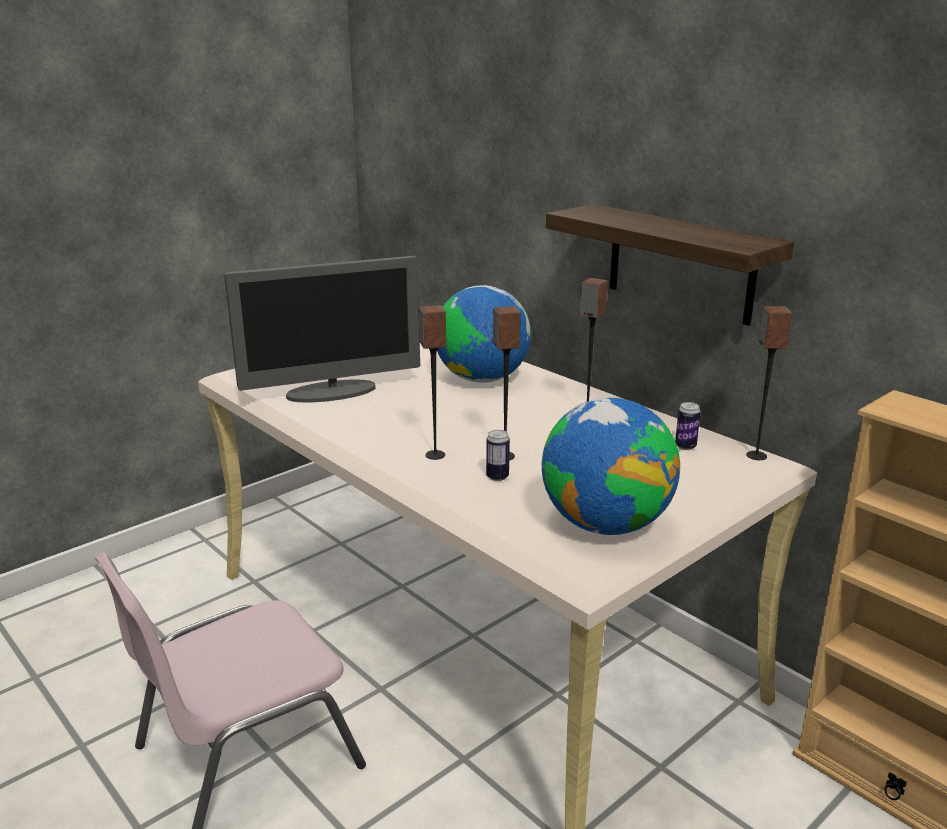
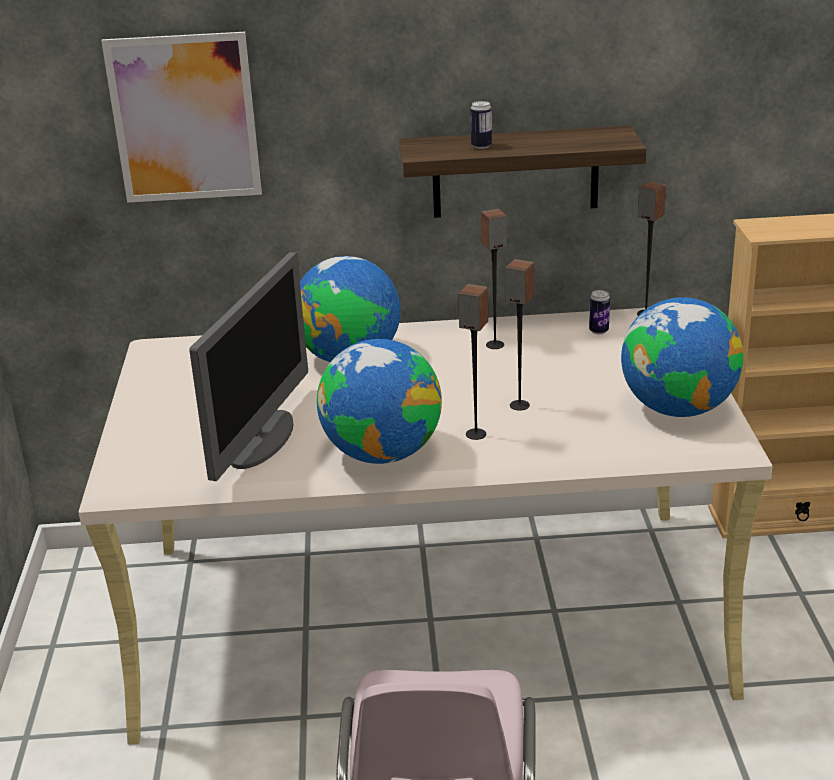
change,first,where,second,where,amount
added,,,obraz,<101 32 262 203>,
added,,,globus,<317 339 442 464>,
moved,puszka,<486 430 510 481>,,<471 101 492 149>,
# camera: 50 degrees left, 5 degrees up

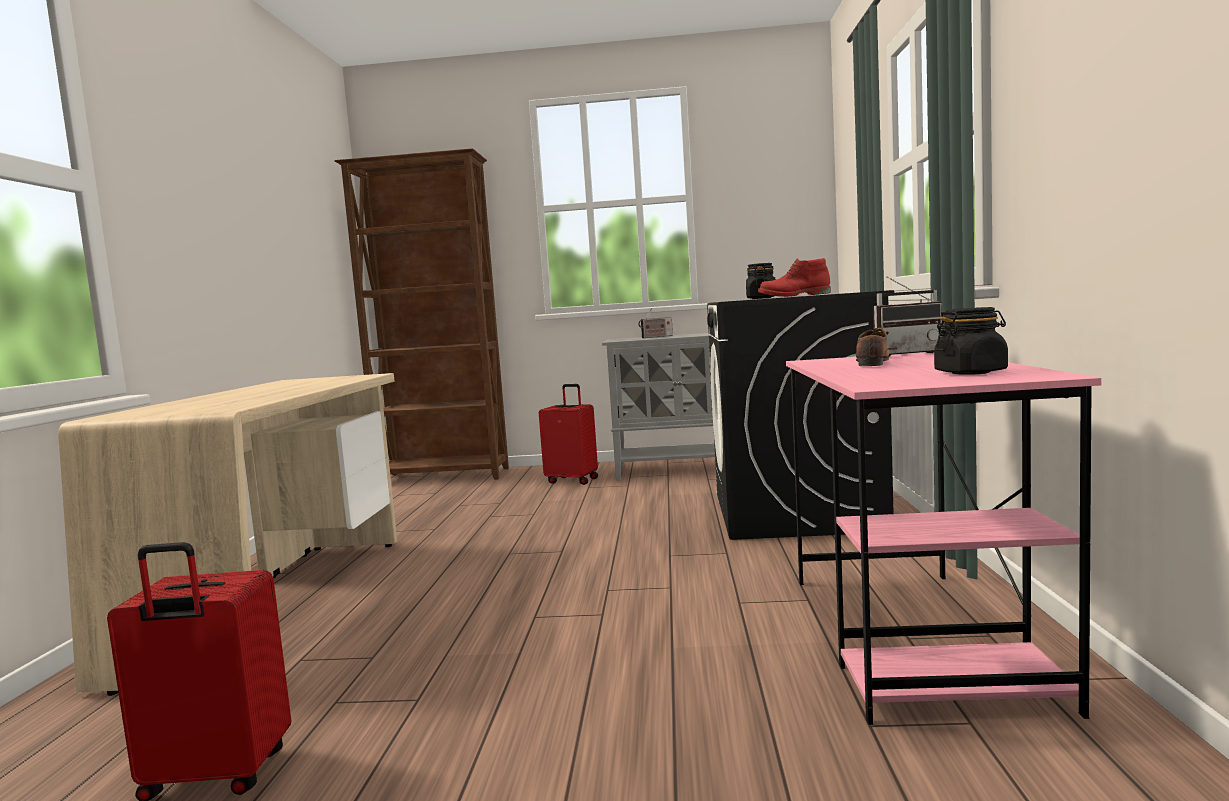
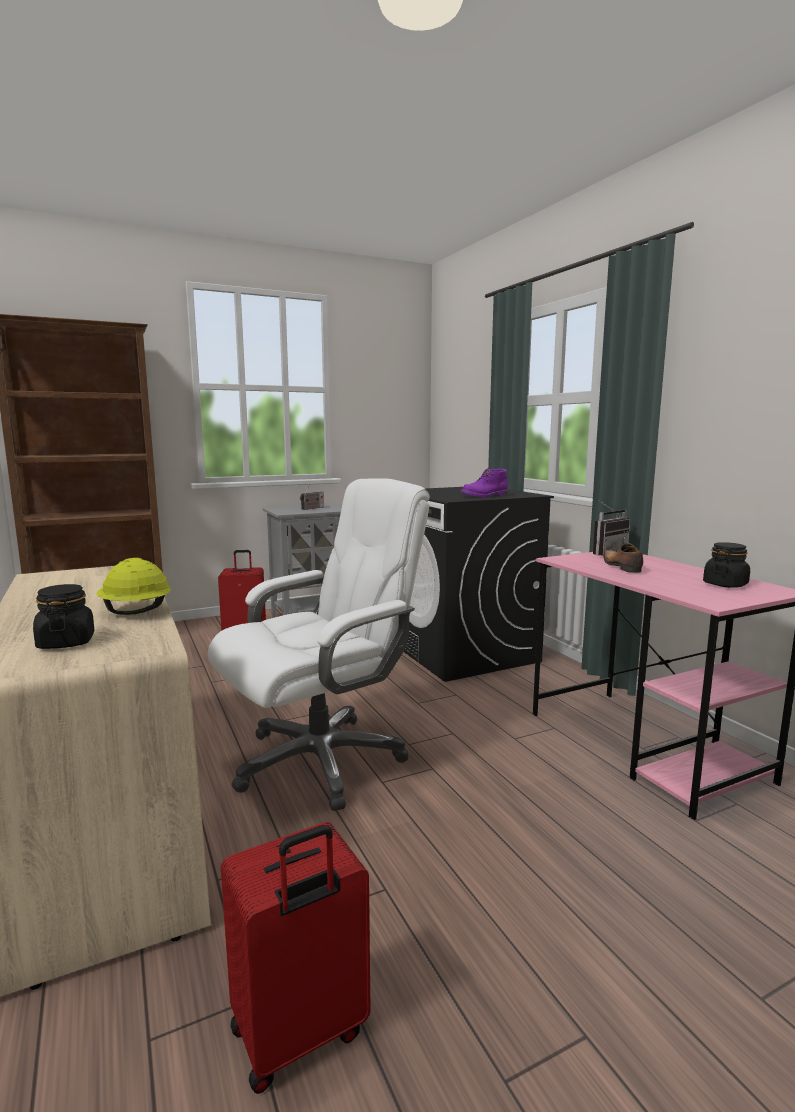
change,first,where,second,where,amount
added,,,kask [żółty],<96 558 171 615>,
added,,,krzesło biurowe [biały],<208 478 430 811>,
moved,słoik [czarny],<746 263 775 299>,,<33 584 95 649>,
recoloured,but z cholewką [czerwony],<758 258 831 297>,but z cholewką [fioletowy],<461 468 508 497>,
# camera: 30 degrees left, 5 degrees up

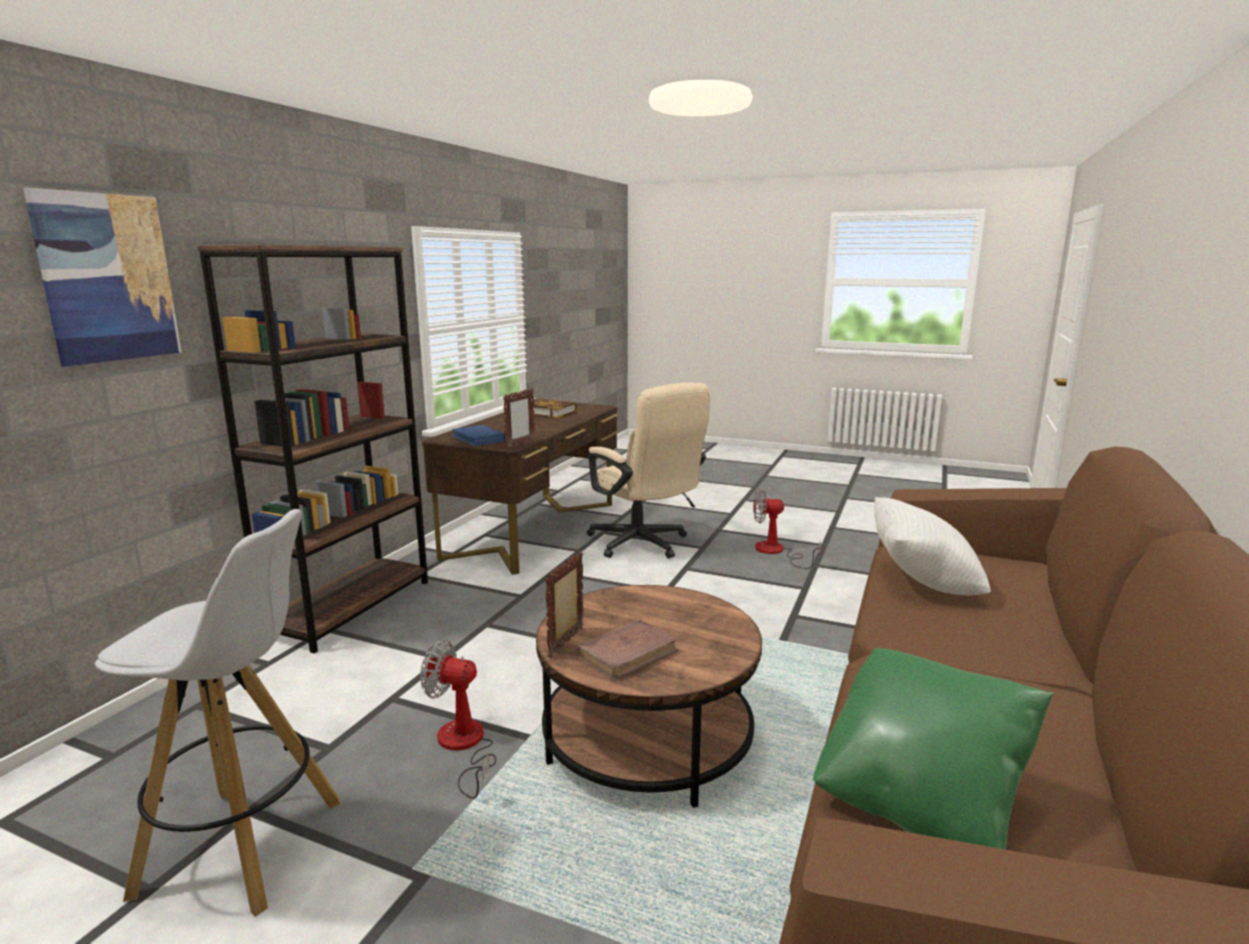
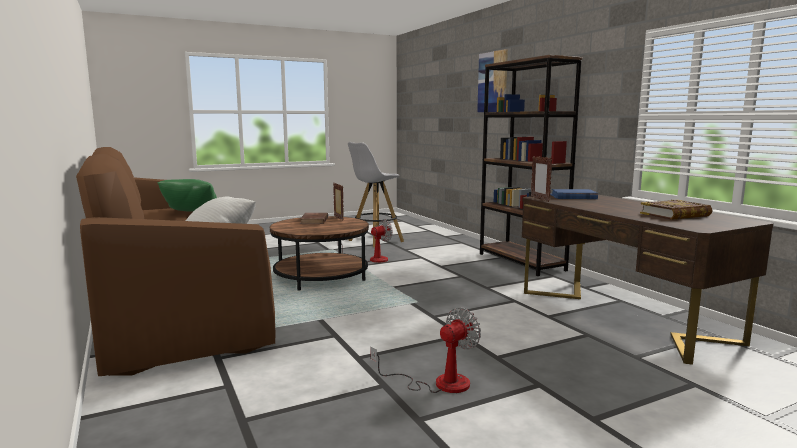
change,first,where,second,where,amount
removed,krzesło biurowe [beżowy],<586 383 710 559>,,,
# camera: 130 degrees right, 5 degrees down

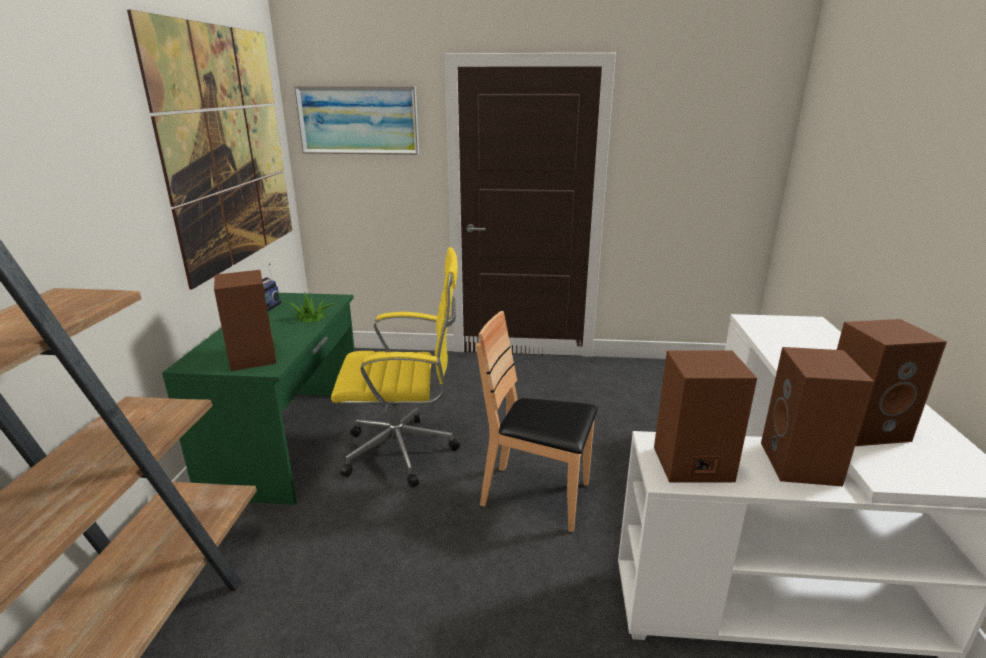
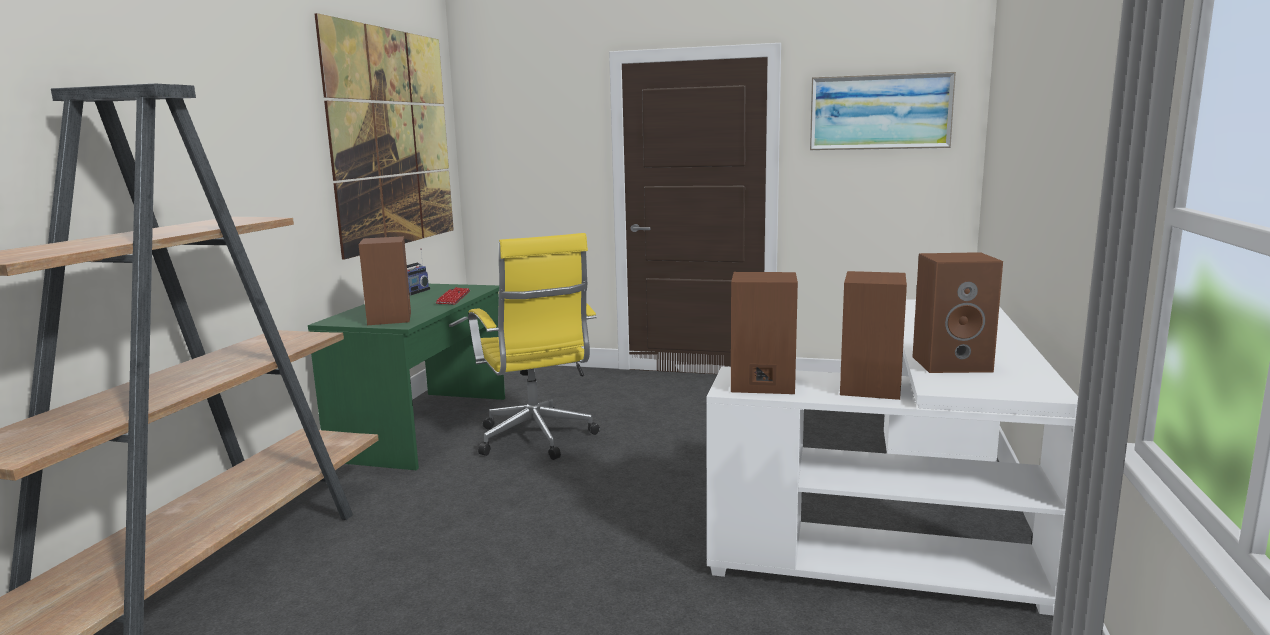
change,first,where,second,where,amount
removed,krzesło [brązowy],<476 311 598 532>,,,
moved,obraz,<294 86 419 155>,,<810 72 956 150>,
replaced,roślina doniczkowa,<282 292 335 323>,klawiatura,<435 287 470 305>,
turned,krzesło biurowe [żółty],<331 247 460 487>,,<468 233 600 460>,60 degrees clockwise
# camera: 10 degrees right, 10 degrees down

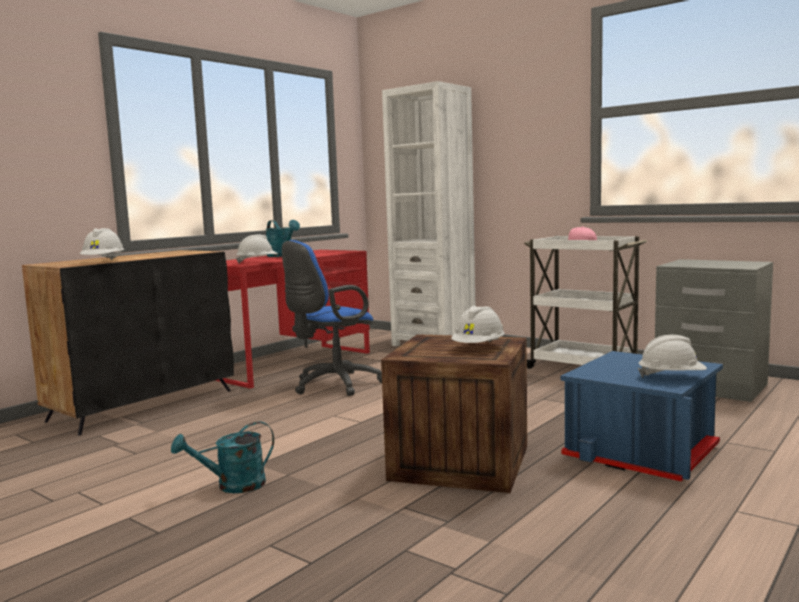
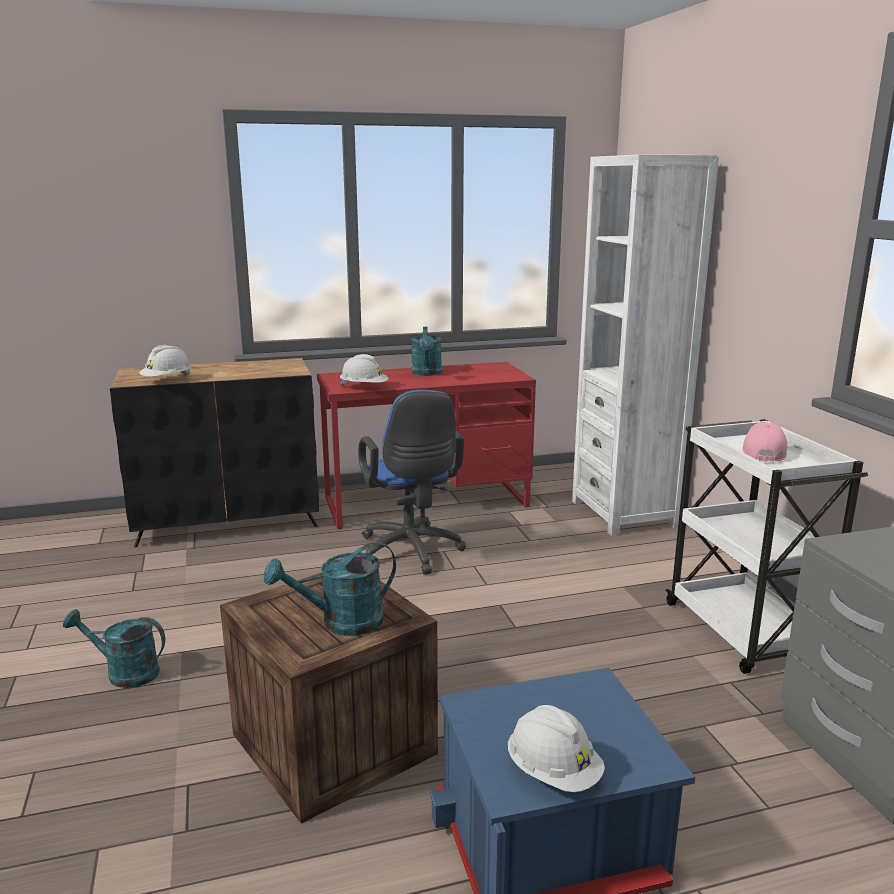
change,first,where,second,where,amount
replaced,kask [biały],<451 306 505 343>,konewka [turkusowy],<264 542 396 636>,
turned,krzesło biurowe [niebieski],<282 240 382 396>,,<358 390 466 575>,105 degrees counterclockwise
# camera: 35 degrees right, 10 degrees up

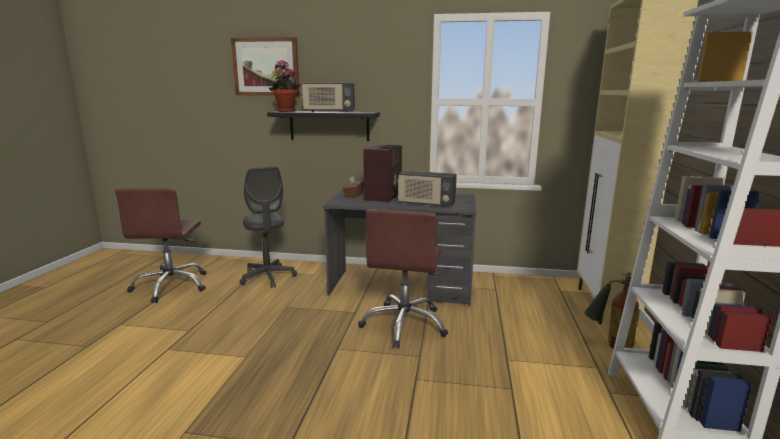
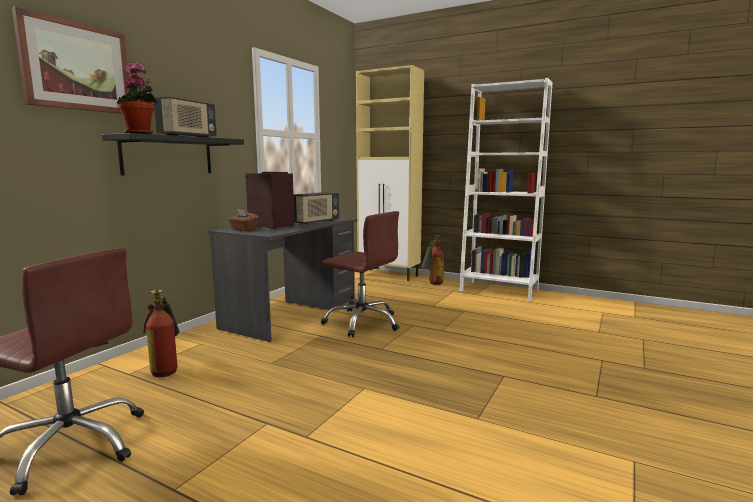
change,first,where,second,where,amount
replaced,krzesło biurowe [szary],<240 167 297 288>,gaśnica,<143 289 179 377>,
# camera: 70 degrees left, 5 degrees down

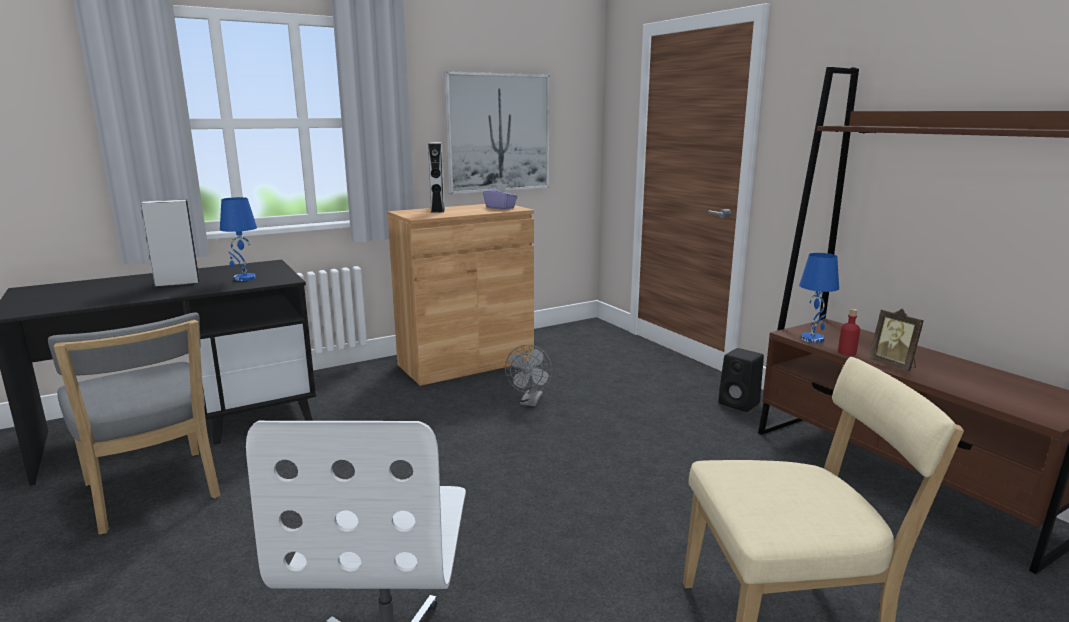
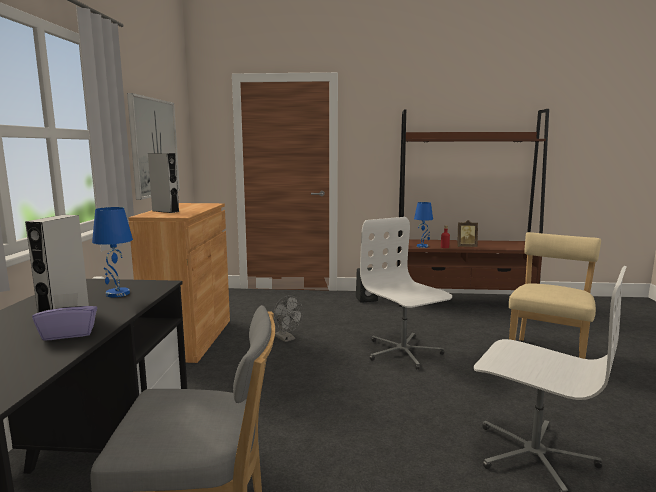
change,first,where,second,where,amount
added,,,krzesło biurowe [biały],<360 217 452 370>,
moved,pudełko chusteczek [fioletowy],<483 184 517 210>,,<32 292 97 341>,
# camera: 55 degrees left, 5 degrees down

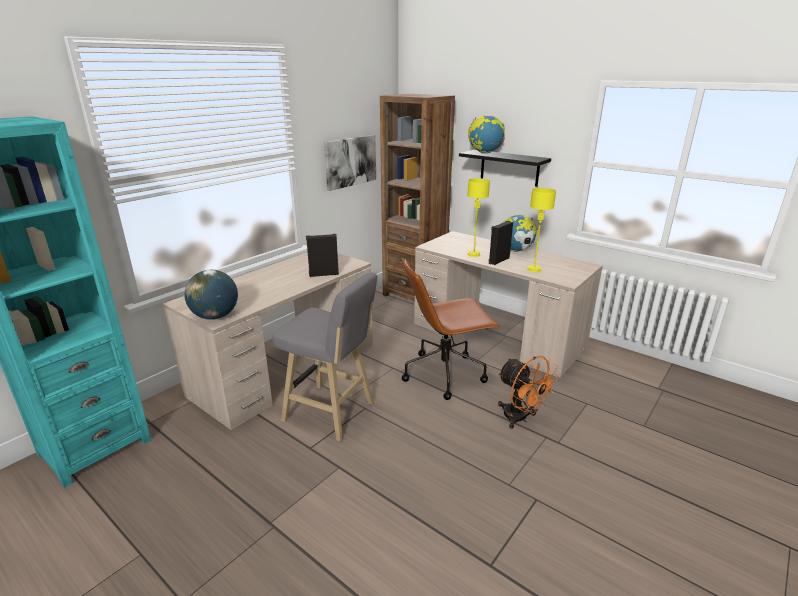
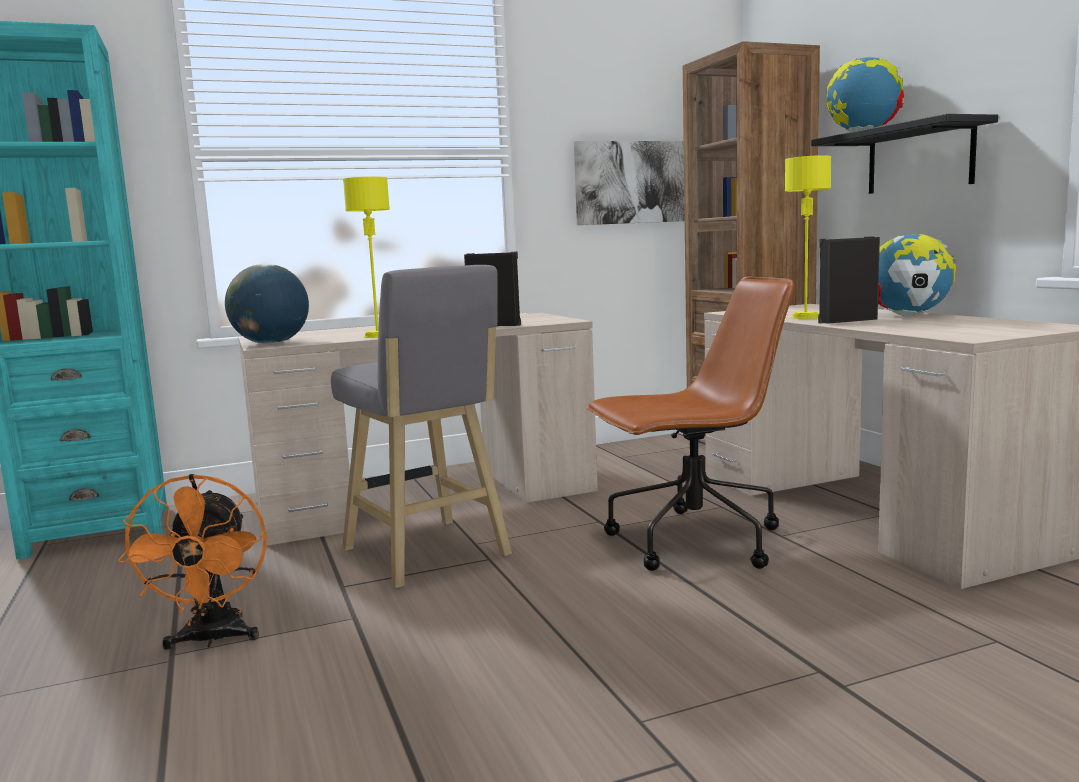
change,first,where,second,where,amount
moved,wentylator [pomarańczowy],<498 356 559 429>,,<117 474 267 650>,
moved,lampa stołowa [żółty],<527 188 556 272>,,<343 177 390 338>,
turned,krzesło biurowe [brązowy],<402 259 500 400>,,<586 277 795 571>,150 degrees clockwise
# camera: 30 degrees right, 15 degrees down

